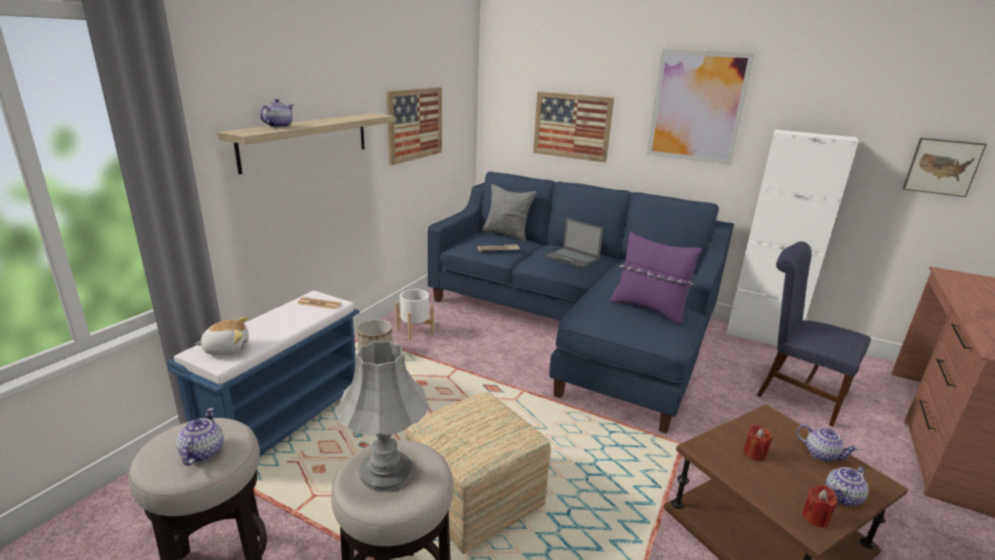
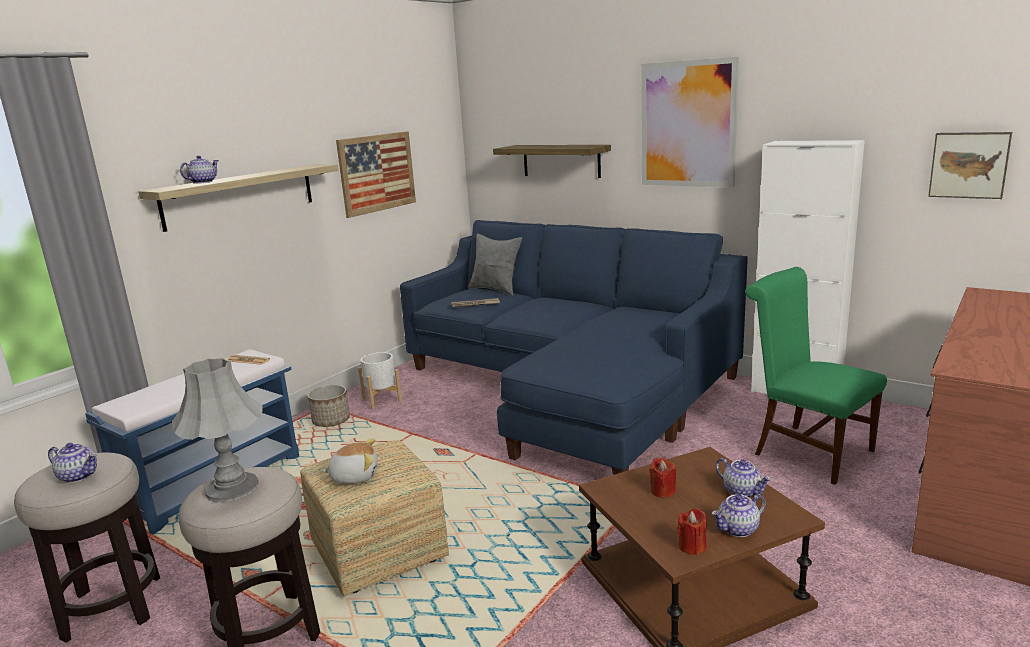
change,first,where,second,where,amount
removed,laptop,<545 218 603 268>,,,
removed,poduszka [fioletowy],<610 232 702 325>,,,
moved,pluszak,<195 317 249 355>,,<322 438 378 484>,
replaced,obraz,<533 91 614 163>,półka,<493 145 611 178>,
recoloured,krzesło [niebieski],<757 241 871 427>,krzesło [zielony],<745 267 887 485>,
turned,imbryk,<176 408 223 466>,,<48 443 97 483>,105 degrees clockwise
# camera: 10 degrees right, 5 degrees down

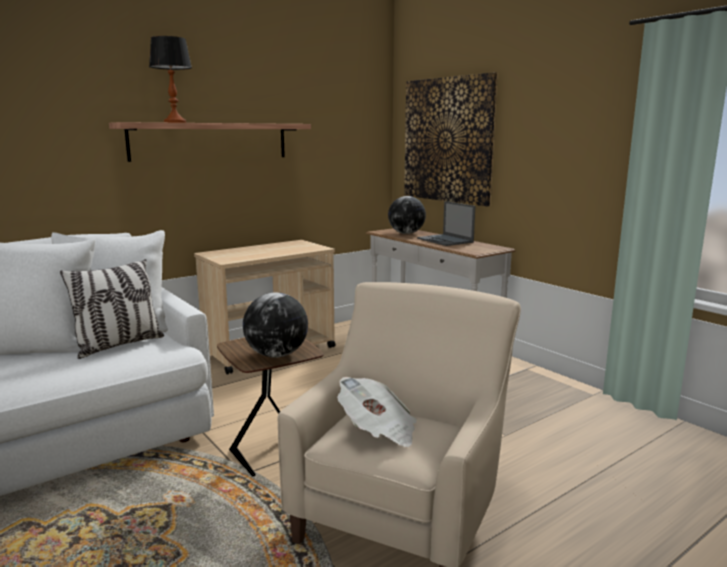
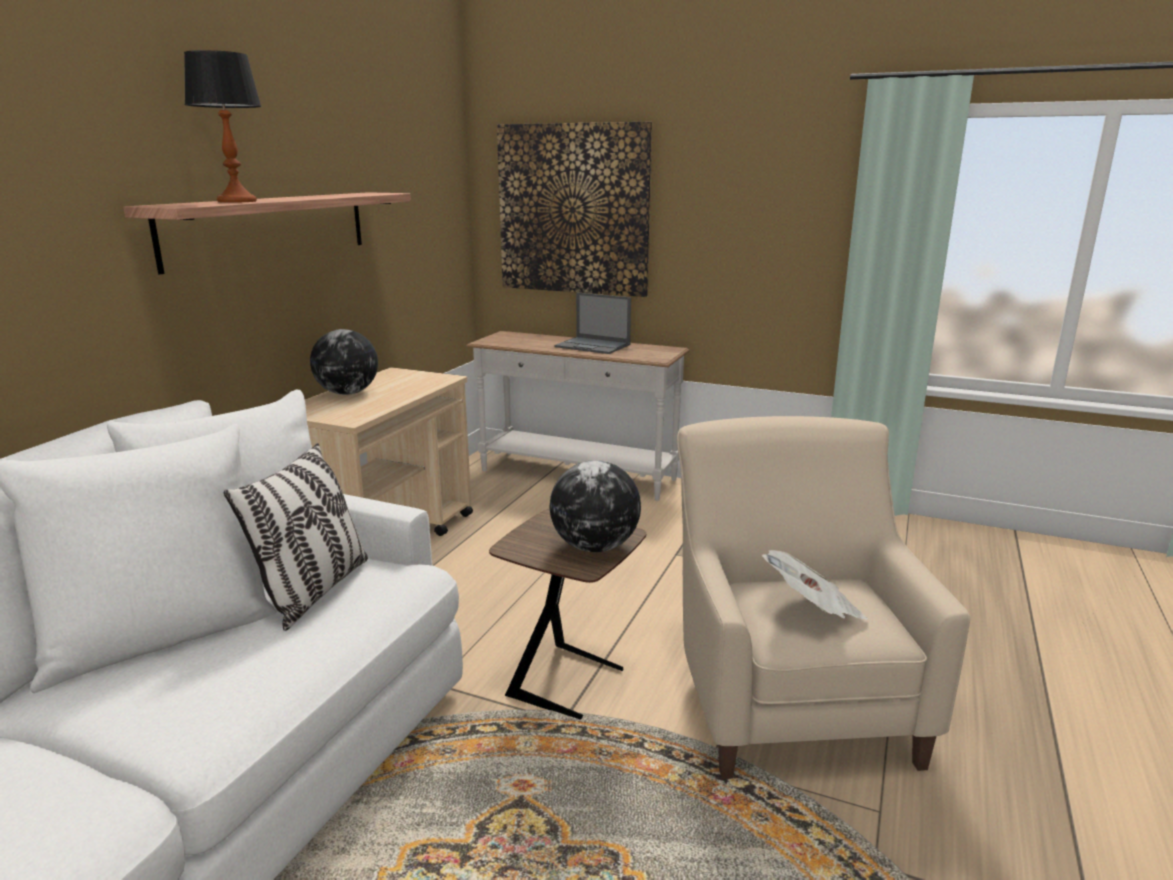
change,first,where,second,where,amount
moved,globus,<388 196 426 234>,,<310 329 378 395>,
# camera: 30 degrees left, 5 degrees up

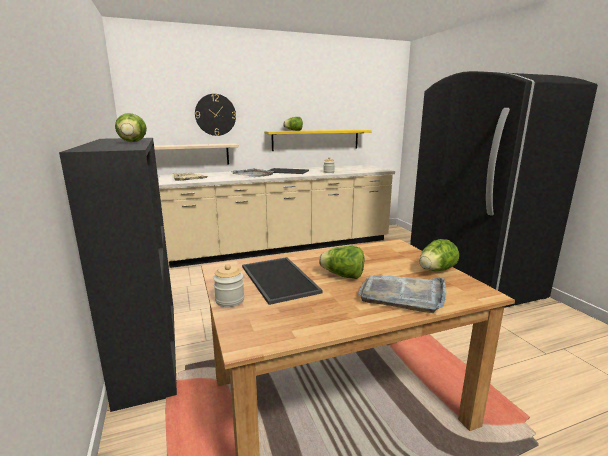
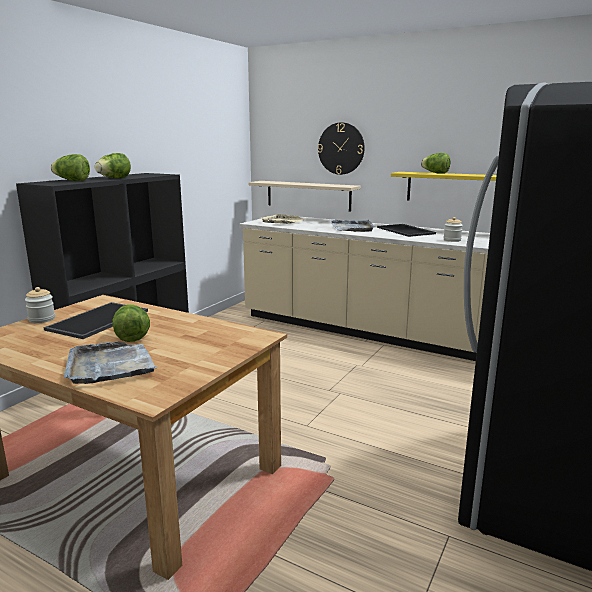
change,first,where,second,where,amount
moved,sałata,<419 239 459 271>,,<51 154 90 181>,
# camera: 50 degrees right, 0 degrees up

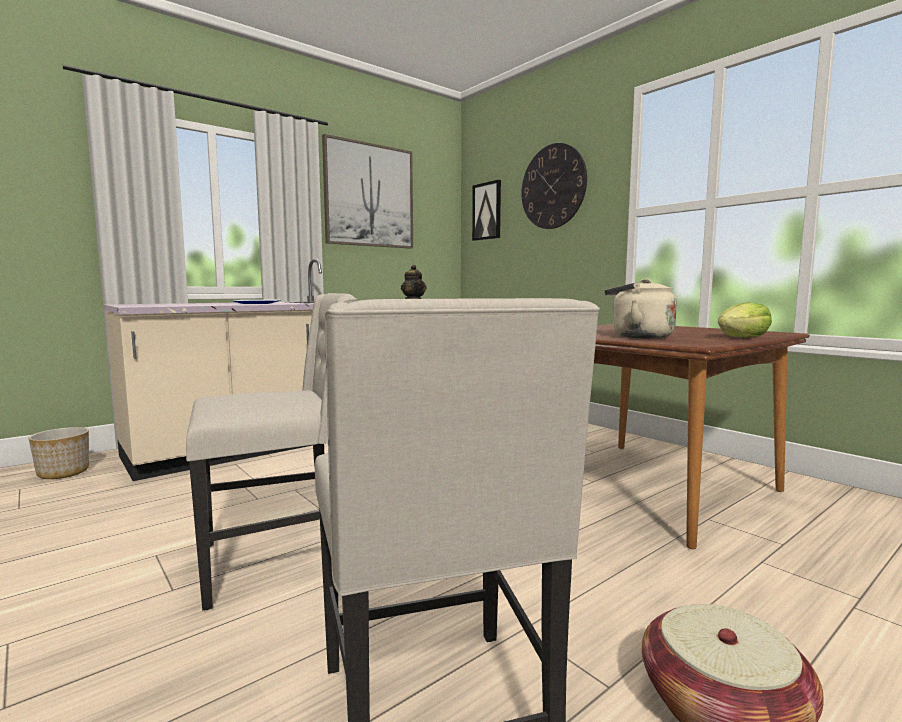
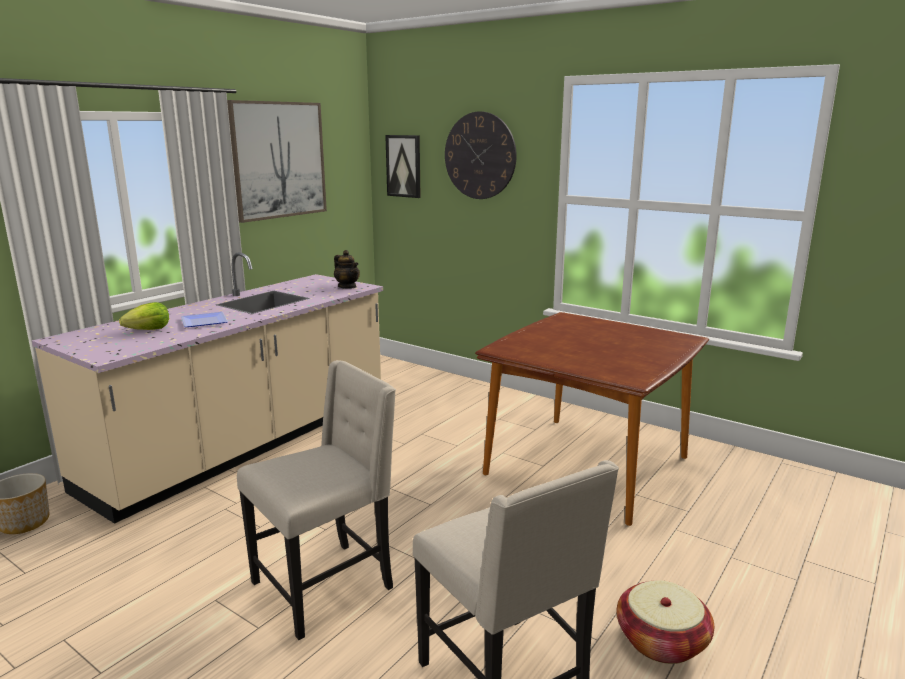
change,first,where,second,where,amount
removed,czajnik [beżowy],<605 279 677 338>,,,
moved,sałata,<718 303 772 337>,,<119 302 169 330>,
# camera: 15 degrees left, 10 degrees up

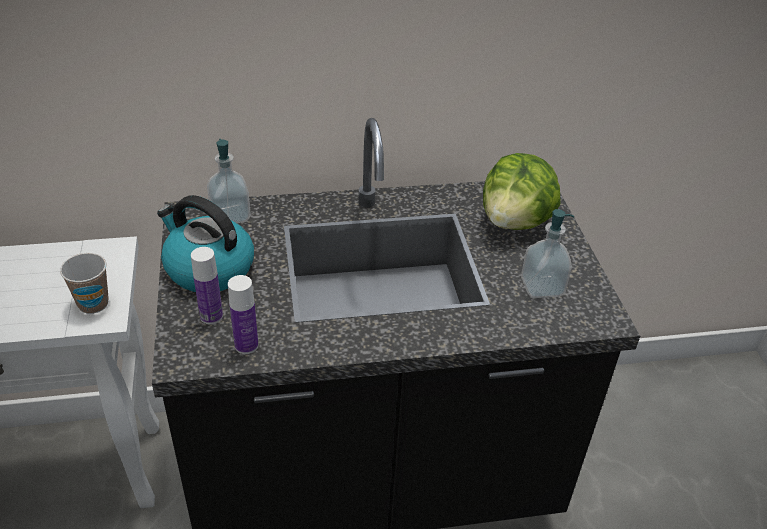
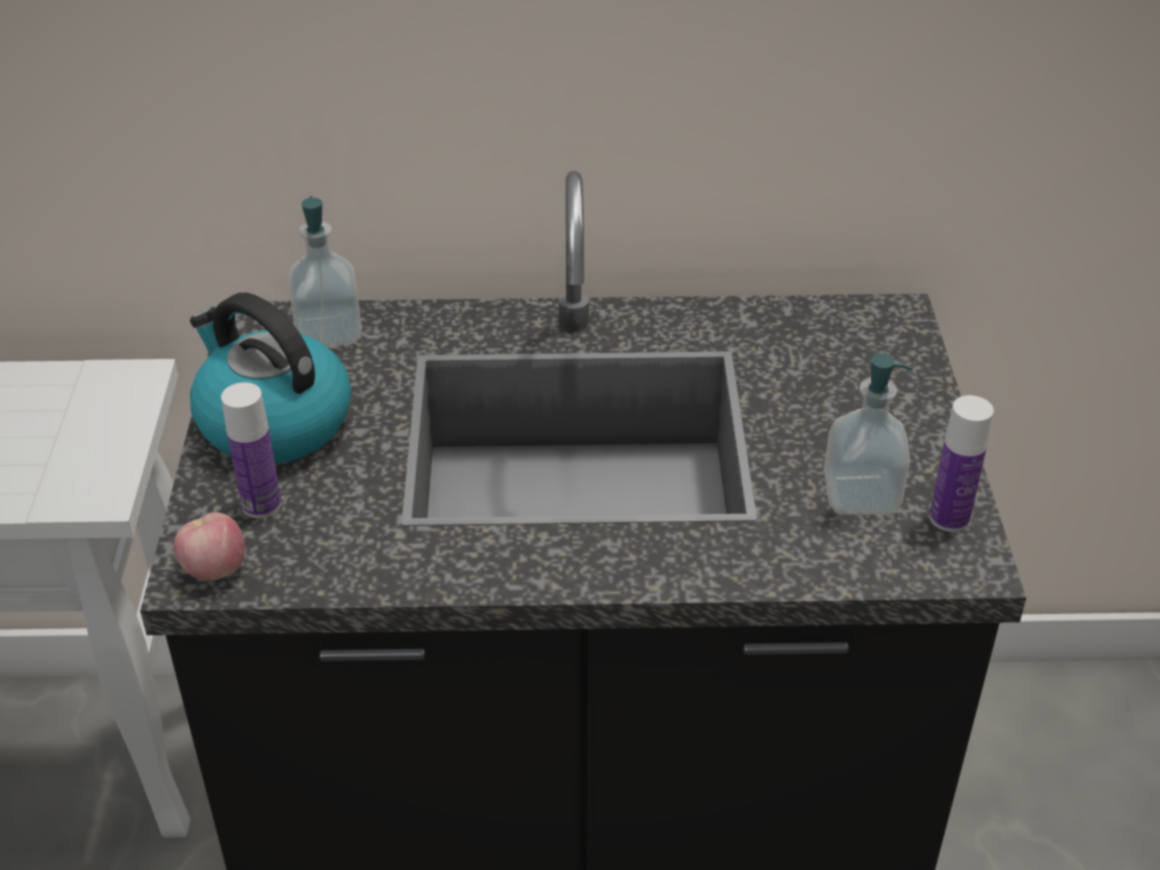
change,first,where,second,where,amount
removed,filiżanka,<60 253 109 314>,,,
removed,sałata,<483 153 560 230>,,,
added,,,jabłko,<174 512 245 581>,
moved,butelka,<228 275 258 354>,,<929 395 994 532>,
# camera: 10 degrees right, 0 degrees up

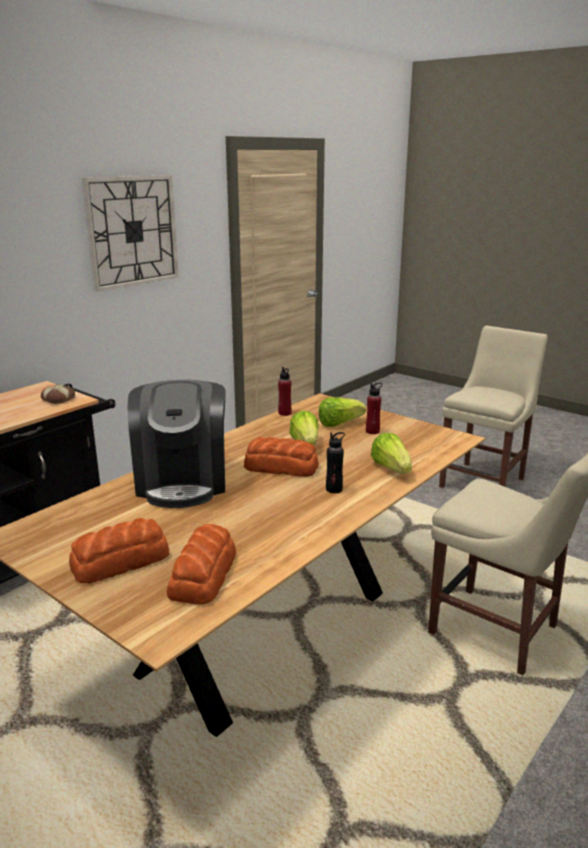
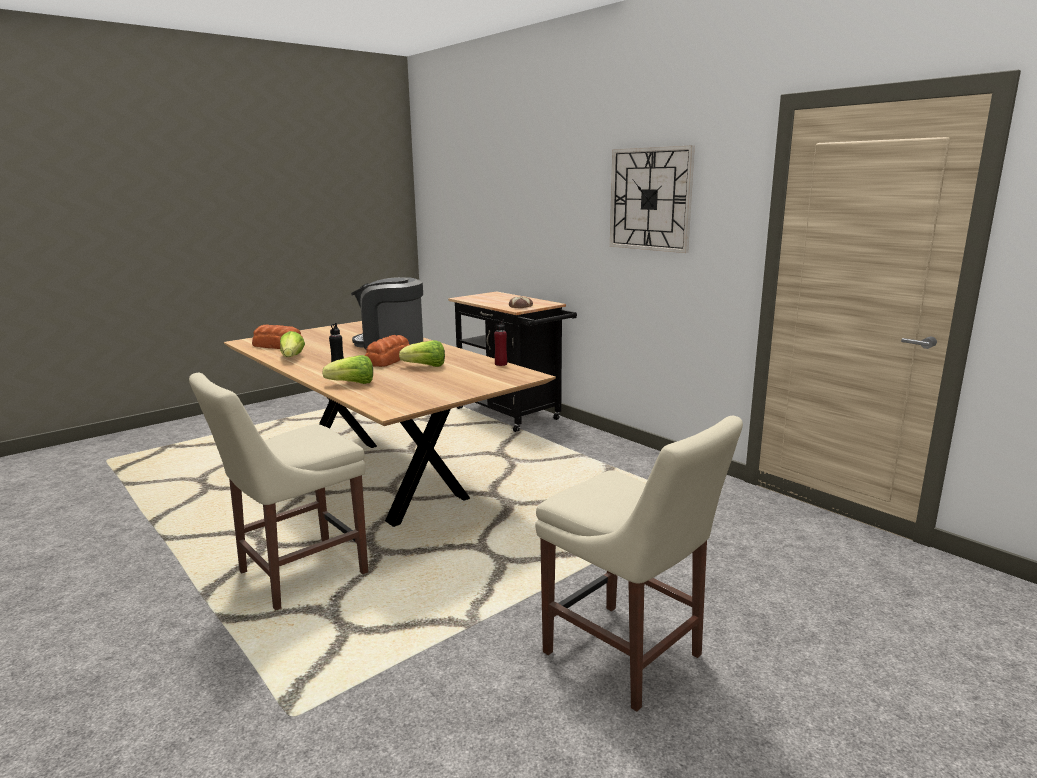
change,first,where,second,where,amount
removed,chleb,<69 518 169 584>,,,
removed,butelka [czerwony],<366 382 382 434>,,,
moved,sałata,<319 397 366 427>,,<280 331 305 357>,
# camera: 100 degrees right, 5 degrees down

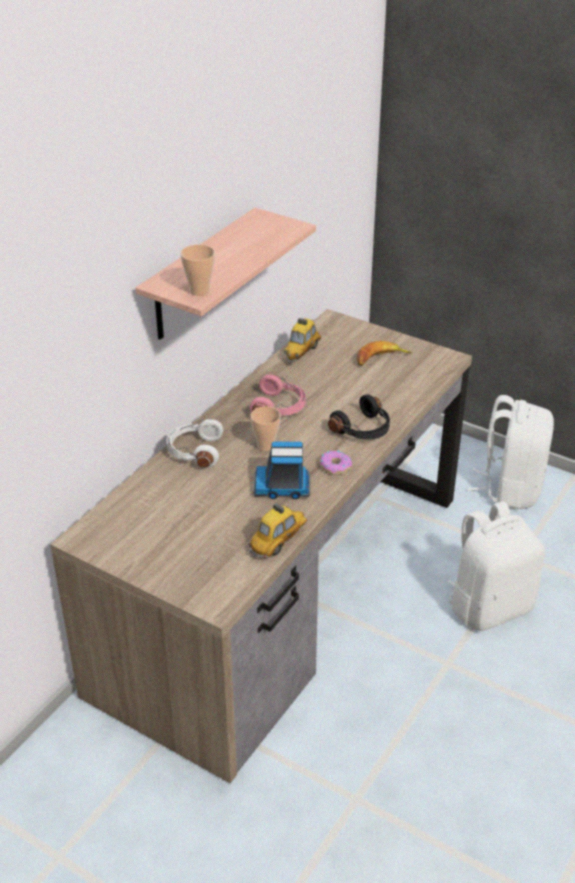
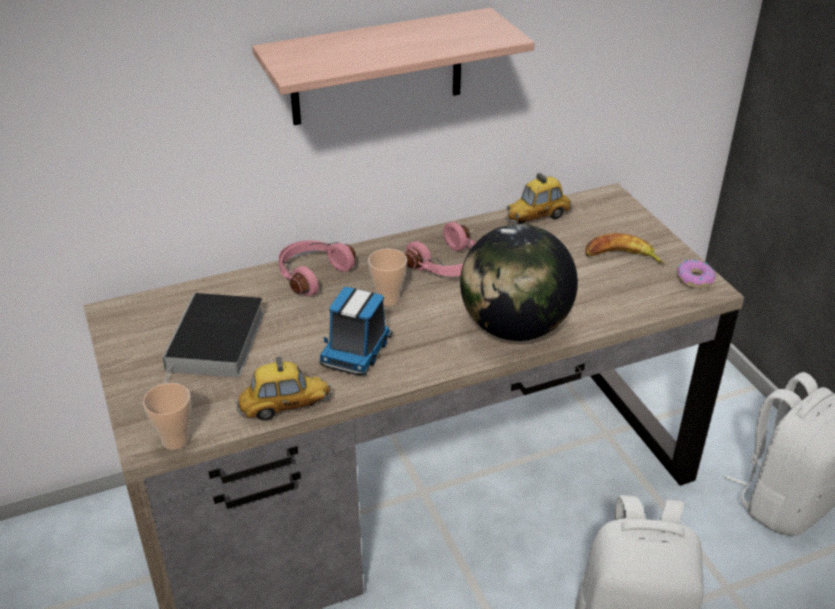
change,first,where,second,where,amount
added,,,książka,<162 293 264 384>,
moved,filiżanka,<180 244 215 296>,,<143 383 191 450>,
moved,donut,<320 450 352 475>,,<677 260 716 288>,
replaced,słuchawki [czarny],<328 394 390 439>,globus,<460 224 578 341>,
recoloured,słuchawki [biały],<167 419 223 468>,słuchawki [różowy],<279 240 356 296>,
turned,ciężarówka zabawkowa,<253 442 310 499>,,<319 287 392 375>,105 degrees counterclockwise
# camera: 35 degrees right, 0 degrees up

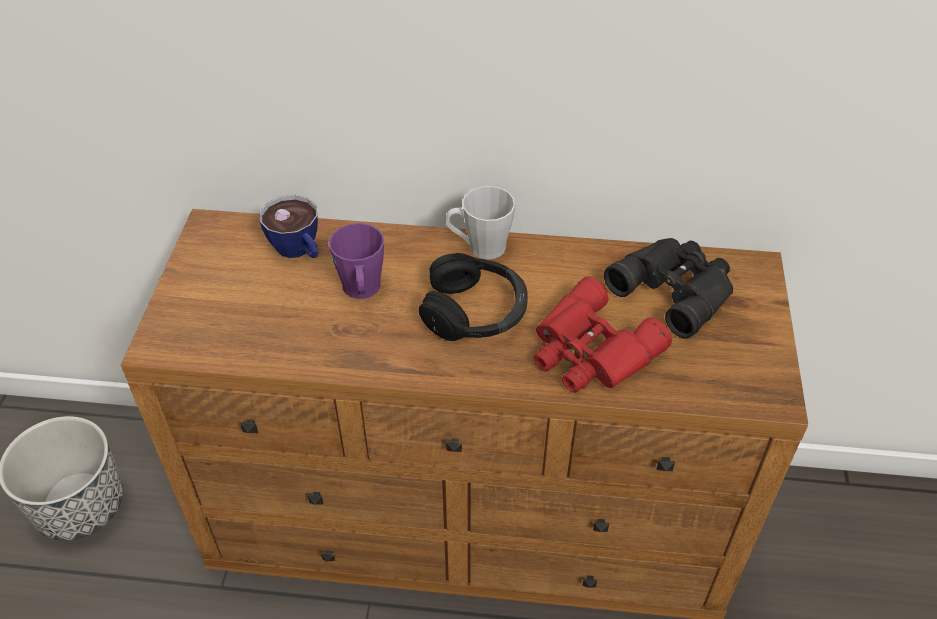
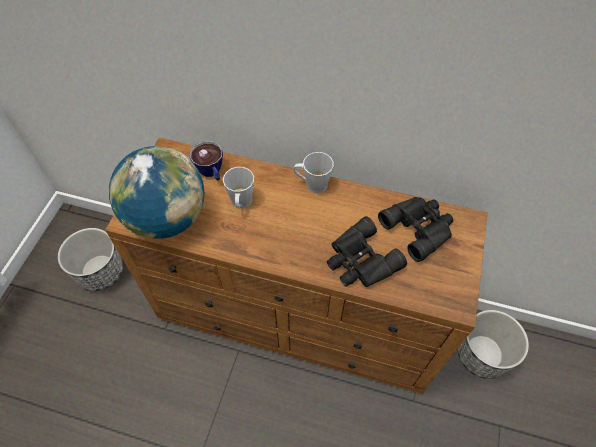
change,first,where,second,where,amount
removed,słuchawki [czarny],<419 253 528 341>,,,
added,,,globus,<109 146 205 239>,
added,,,donica,<458 310 529 379>,
recoloured,kubek [fioletowy],<329 223 384 299>,kubek [szary],<223 167 254 208>,
recoloured,lornetka [czerwony],<534 276 672 393>,lornetka [czarny],<327 216 407 287>,
# camera: 10 degrees right, 10 degrees up

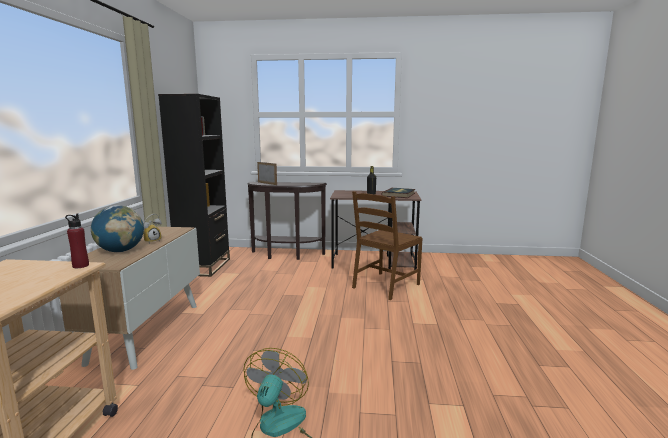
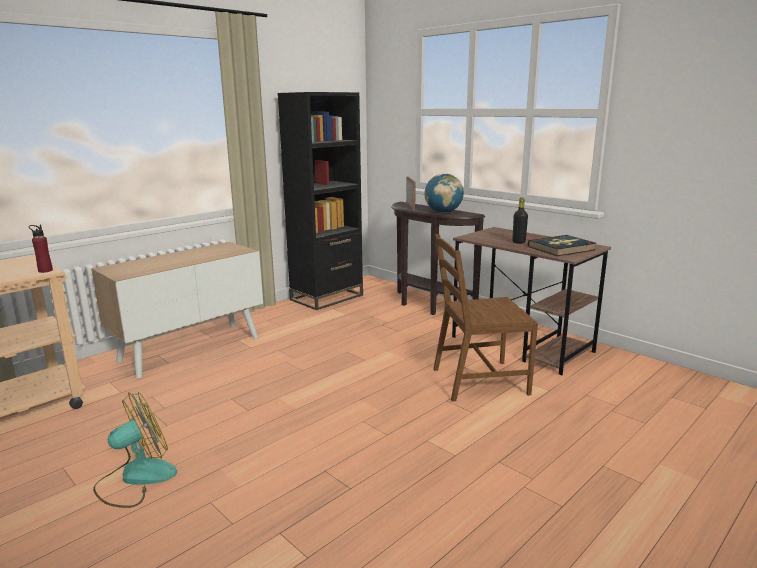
change,first,where,second,where,amount
removed,budzik,<143 214 162 244>,,,
moved,globus,<91 205 144 252>,,<425 173 464 213>,
# camera: 40 degrees right, 5 degrees up

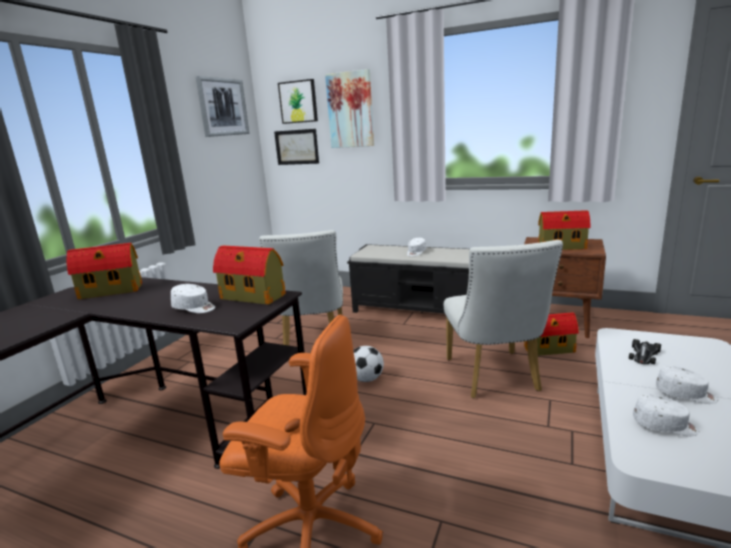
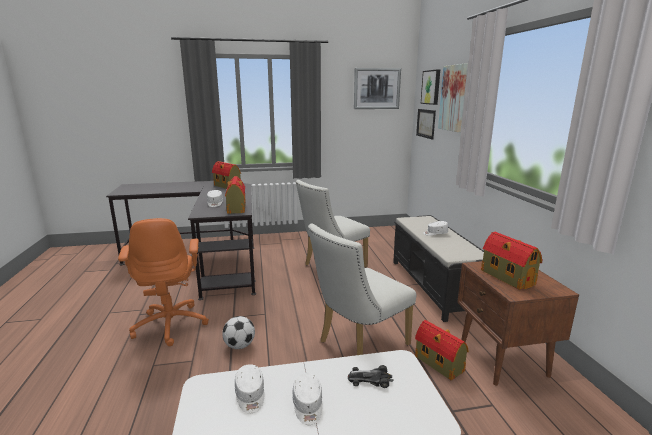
change,first,where,second,where,amount
moved,piłka futbolowa,<354 346 384 382>,,<222 316 255 349>,
# camera: 55 degrees right, 0 degrees up

